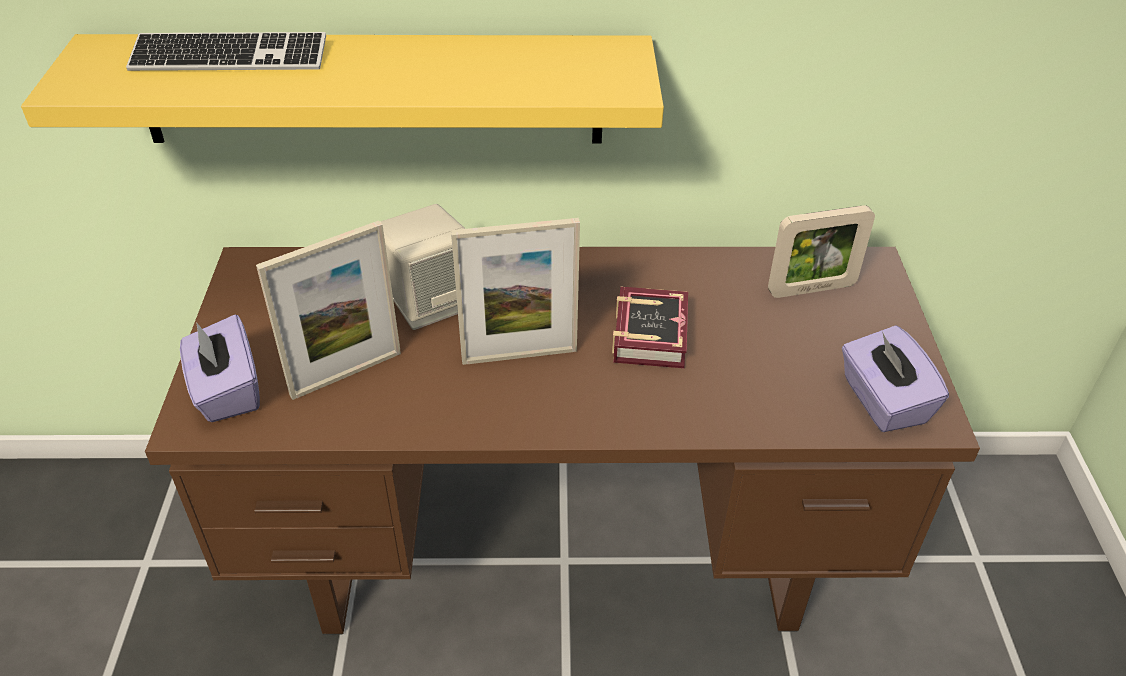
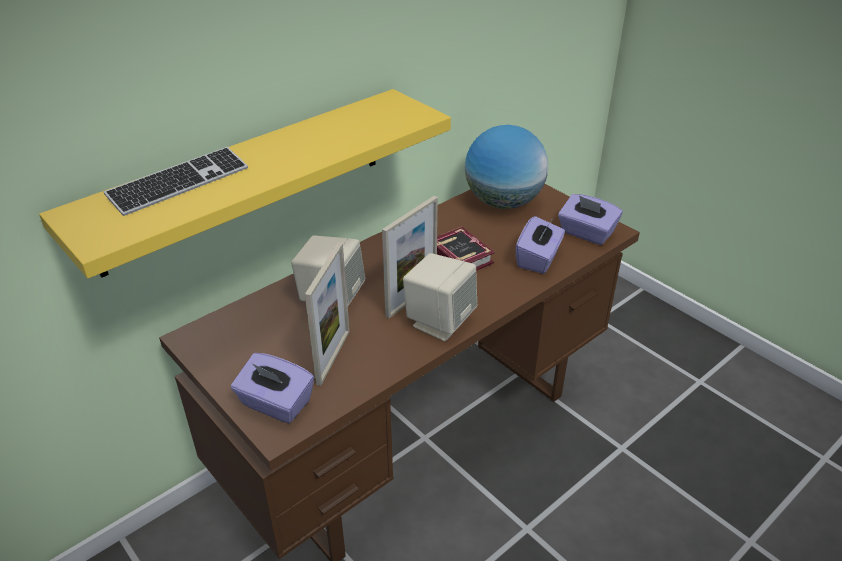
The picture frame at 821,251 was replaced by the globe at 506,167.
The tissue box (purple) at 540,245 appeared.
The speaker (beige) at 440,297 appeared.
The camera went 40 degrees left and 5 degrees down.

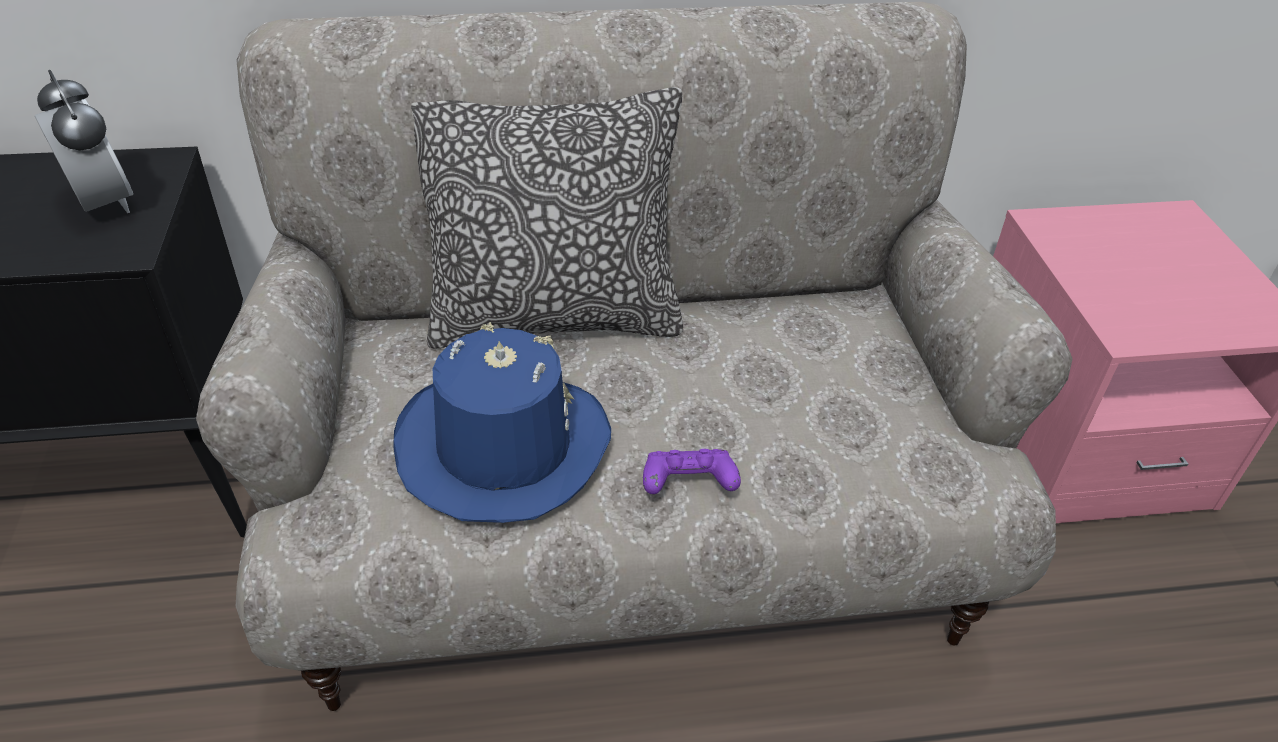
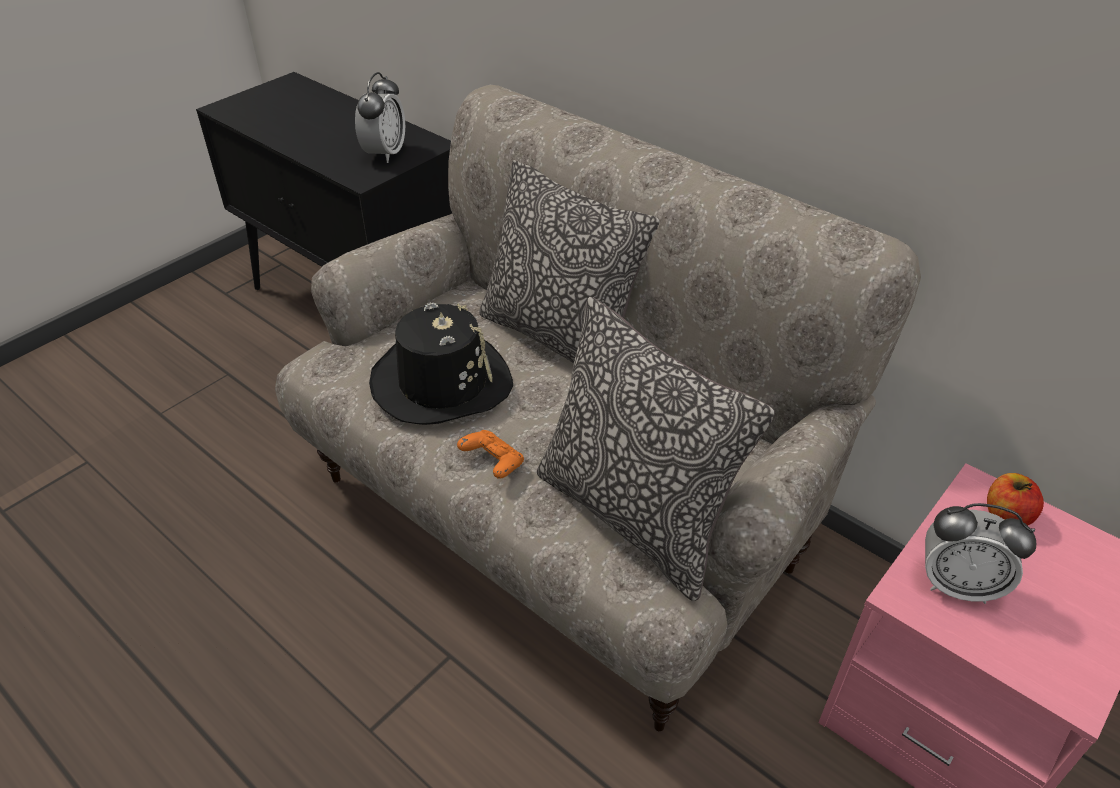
The hat (blue) at 502,422 became the hat (black) at 441,363.
The game controller (purple) at 692,471 became the game controller (orange) at 490,454.
The pillow at 656,449 appeared.
The apple at 1015,499 appeared.
The alarm clock at 980,553 appeared.
The camera went 50 degrees right and 0 degrees up.

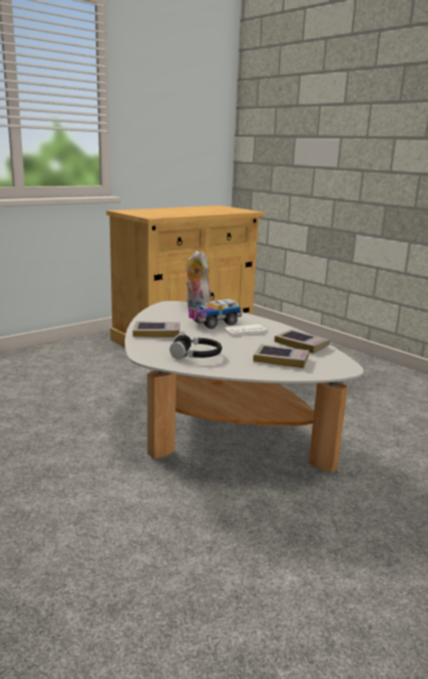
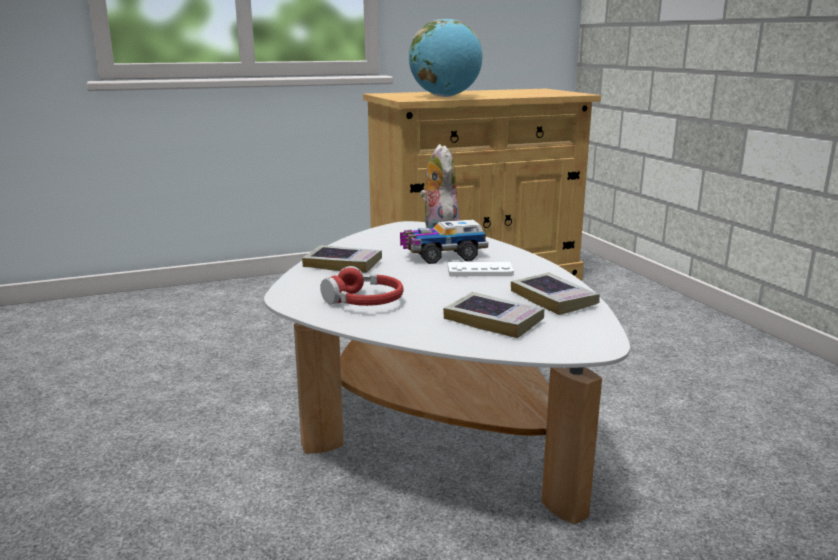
The headphones (black) at 196,346 became the headphones (red) at 361,286.
The globe at 445,58 appeared.
The camera went 20 degrees right and 0 degrees up.

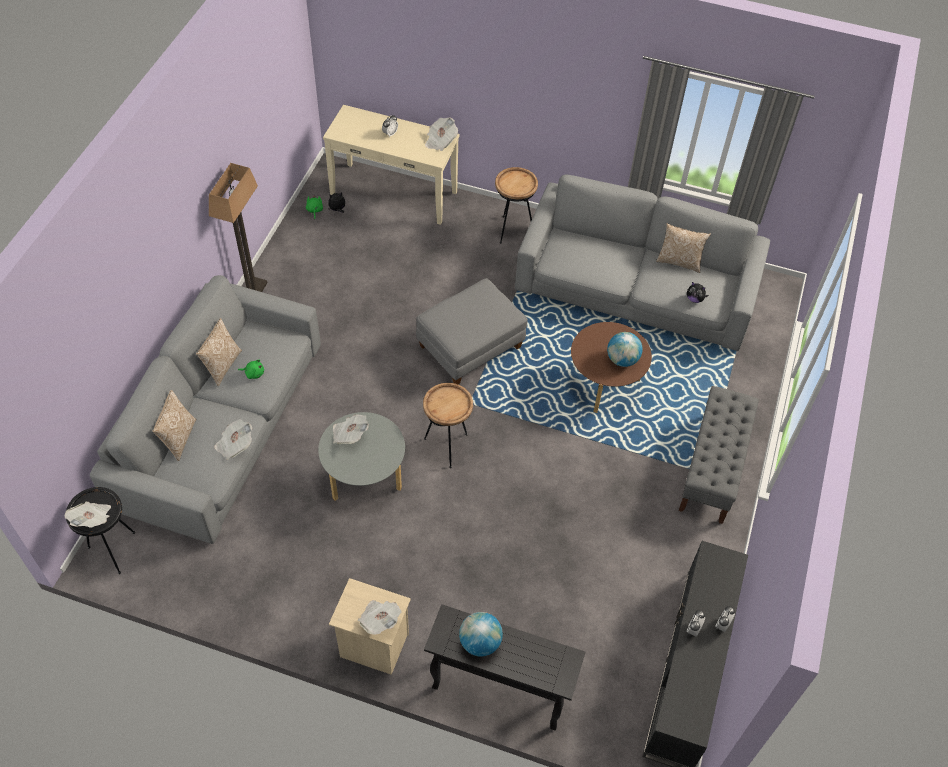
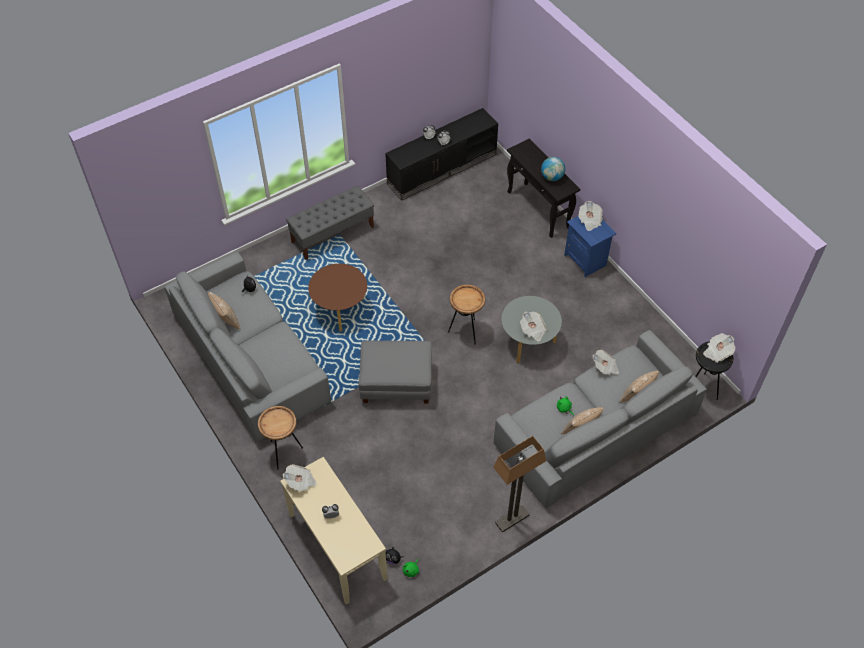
The globe at 625,349 disappeared.
The nightstand (beige) at 370,626 became the nightstand (blue) at 590,246.
The camera went 140 degrees left and 0 degrees up.

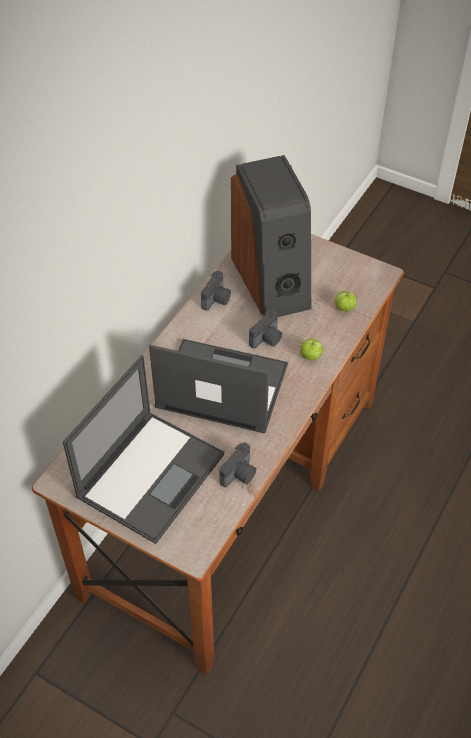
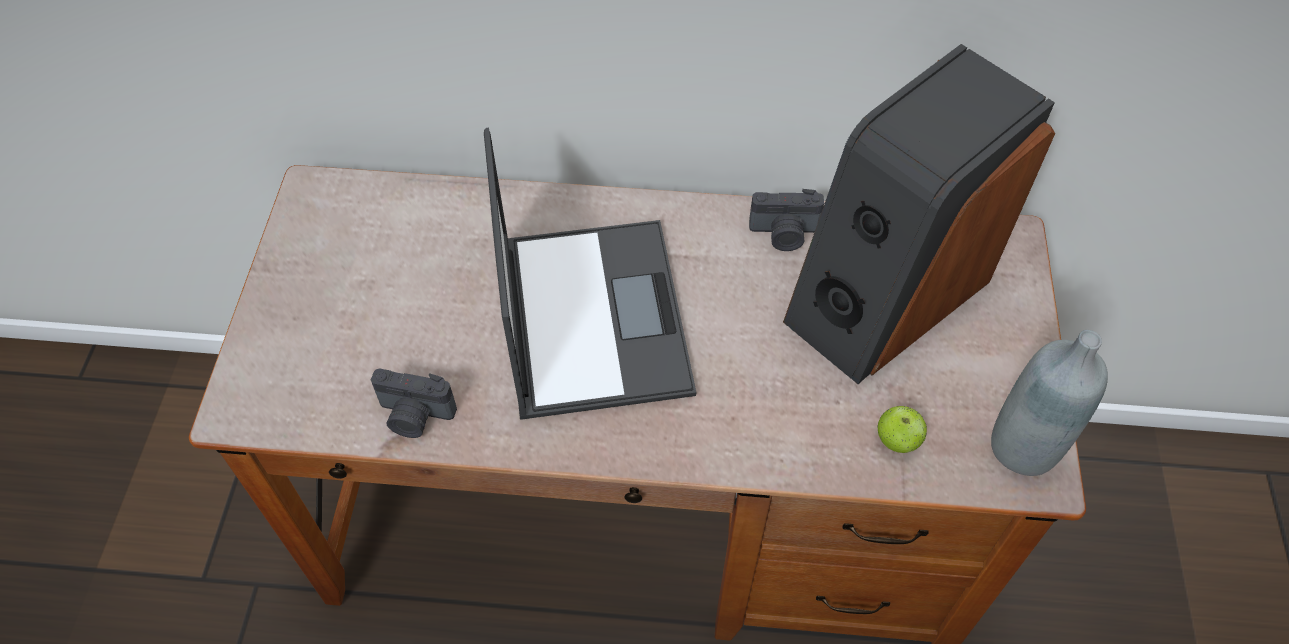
The photo camera at 265,329 disappeared.
The apple at 311,349 disappeared.
The laptop at 143,449 disappeared.
The bottle (grey) at 1049,403 appeared.
The camera went 65 degrees right and 5 degrees up.

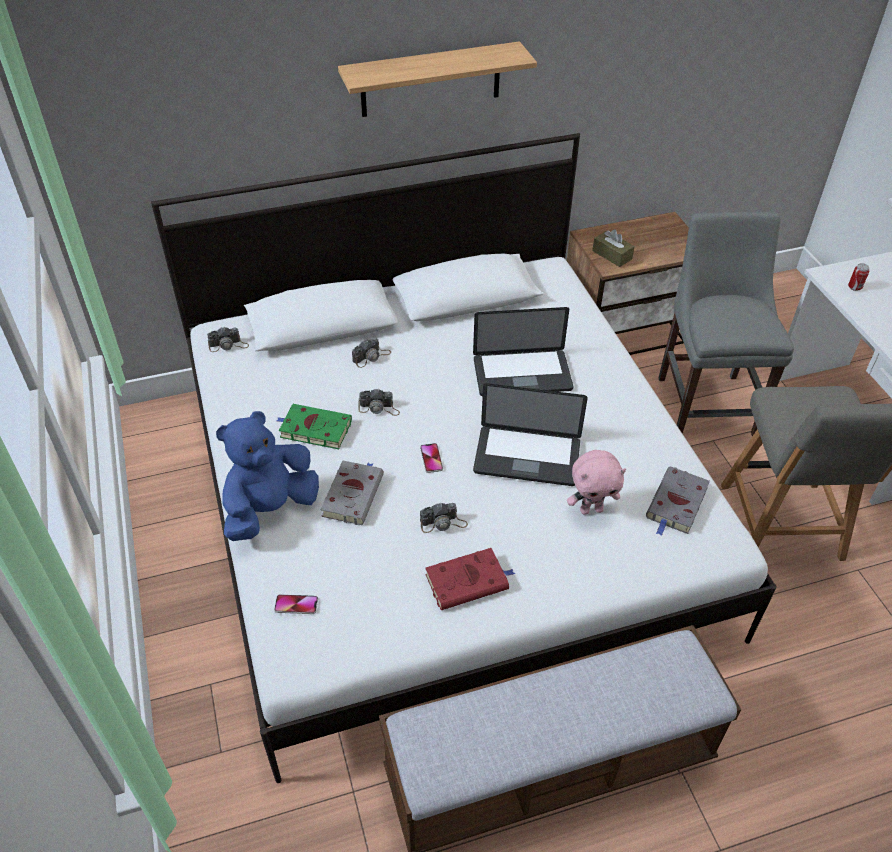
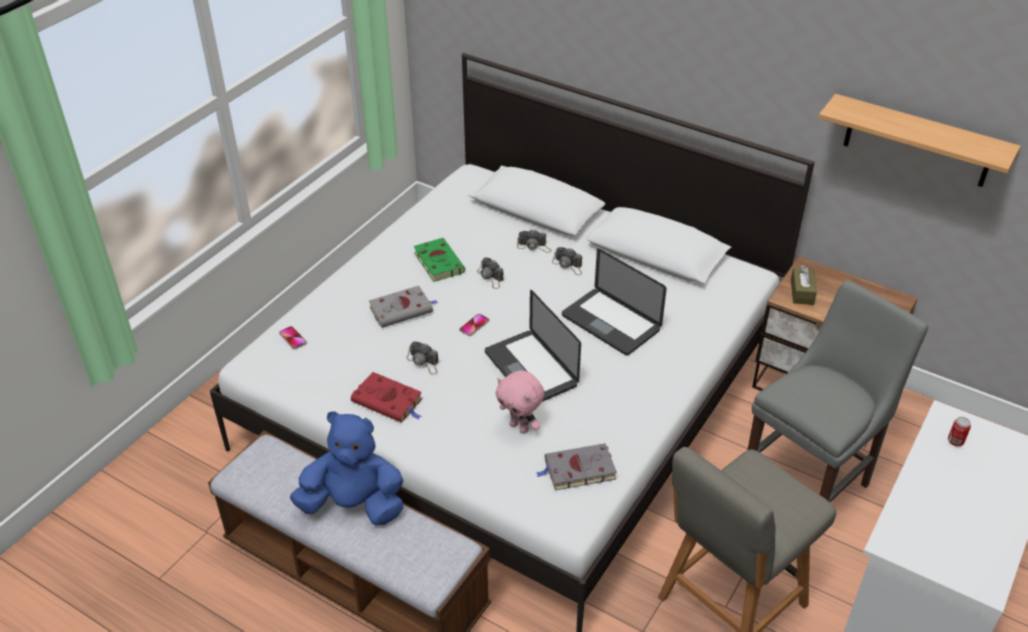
The shelf moved from 437,79 to 919,140.
The photo camera moved from 228,339 to 567,261.
The plush toy (blue) moved from 267,476 to 347,468.
The camera went 50 degrees right and 5 degrees down.

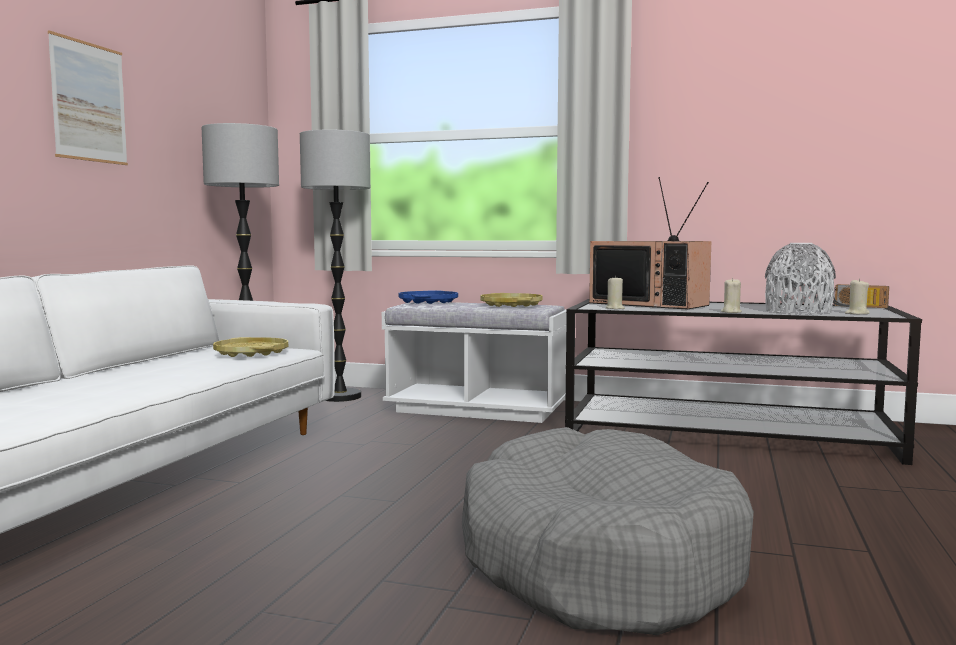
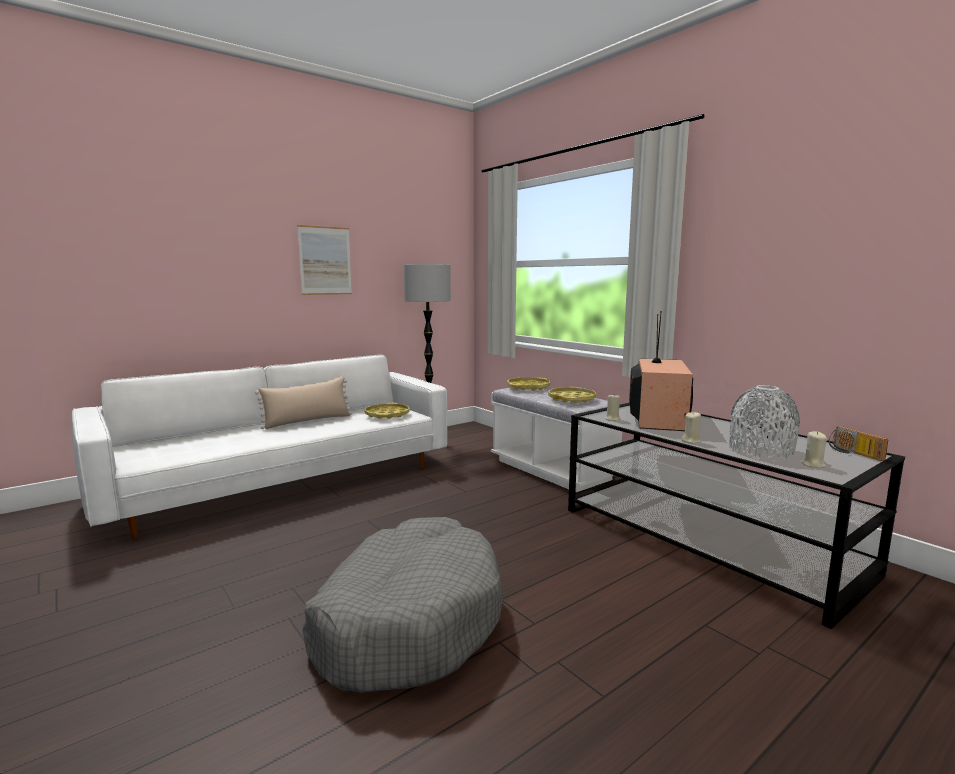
The floor lamp at 335,266 disappeared.
The television at 650,243 turned 150 degrees counterclockwise.
The tray (blue) at 428,297 became the tray (yellow) at 528,384.
The pillow (beige) at 303,402 appeared.
The camera went 35 degrees right and 5 degrees up.

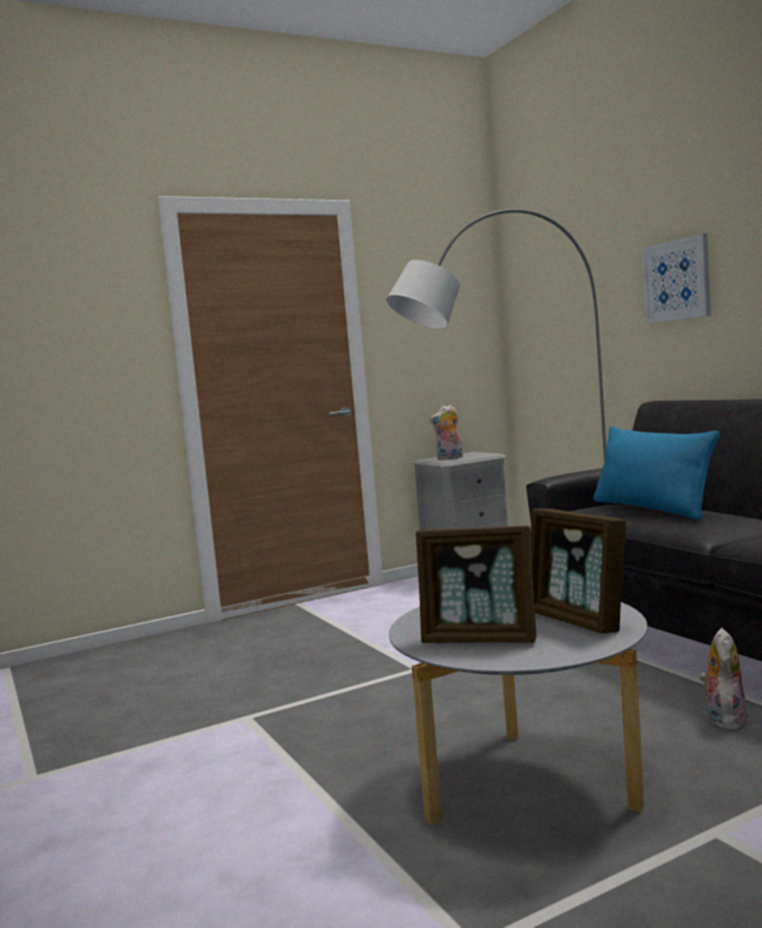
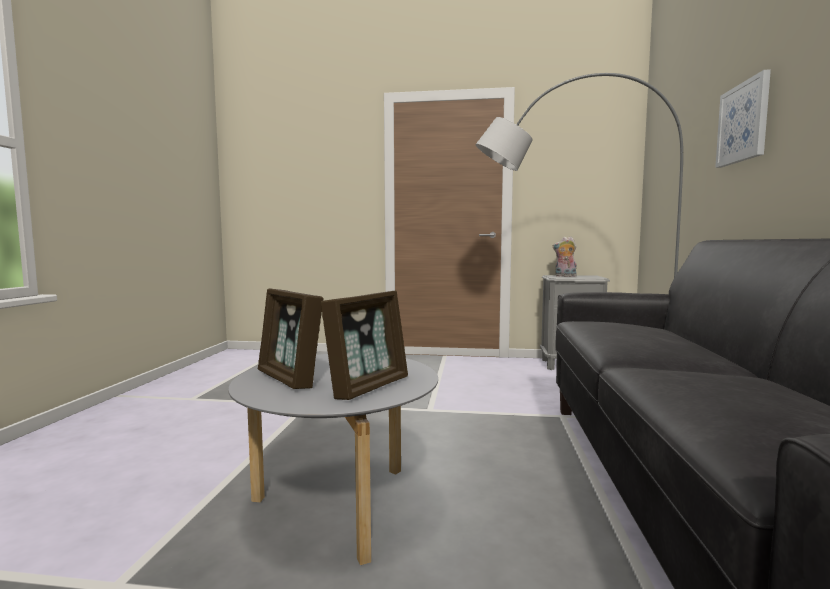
The pillow (blue) at 656,473 disappeared.
The picture frame at 578,570 turned 150 degrees counterclockwise.
The plush toy at 724,679 disappeared.
The camera went 35 degrees right and 0 degrees up.

